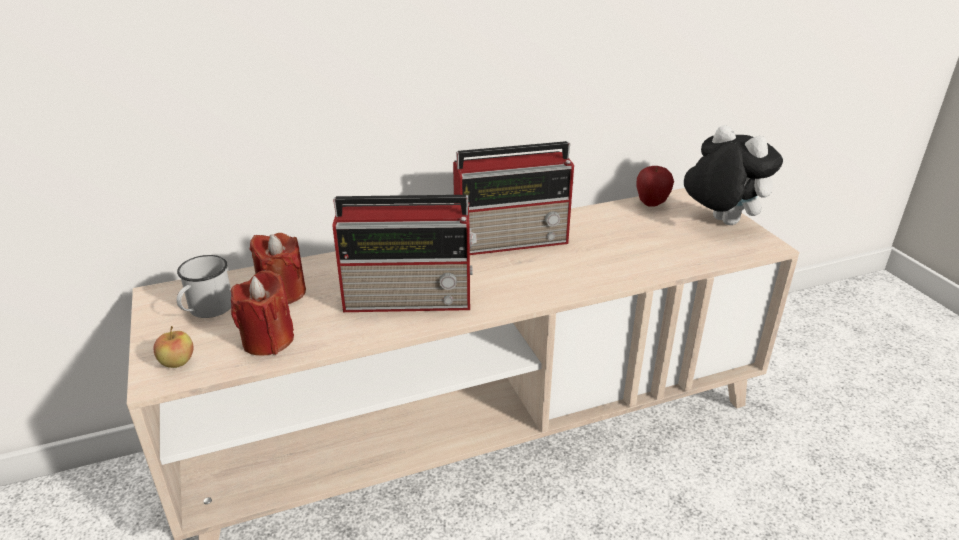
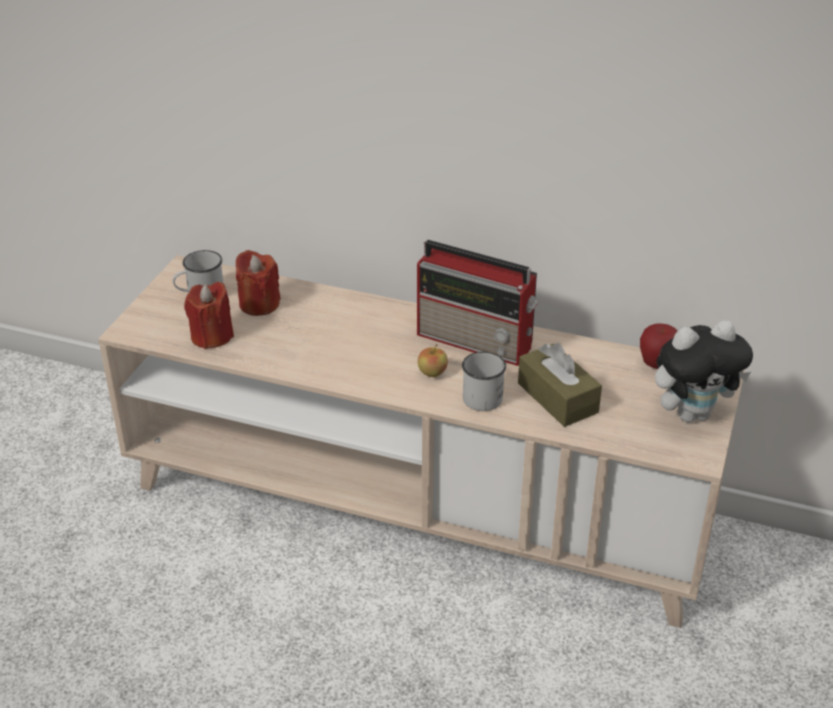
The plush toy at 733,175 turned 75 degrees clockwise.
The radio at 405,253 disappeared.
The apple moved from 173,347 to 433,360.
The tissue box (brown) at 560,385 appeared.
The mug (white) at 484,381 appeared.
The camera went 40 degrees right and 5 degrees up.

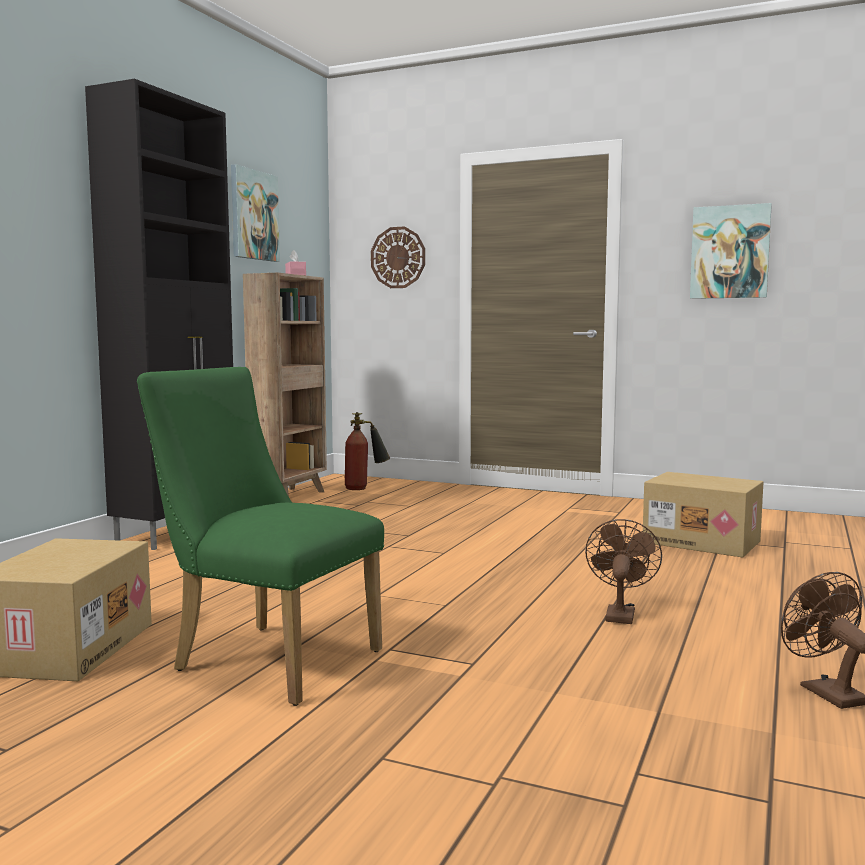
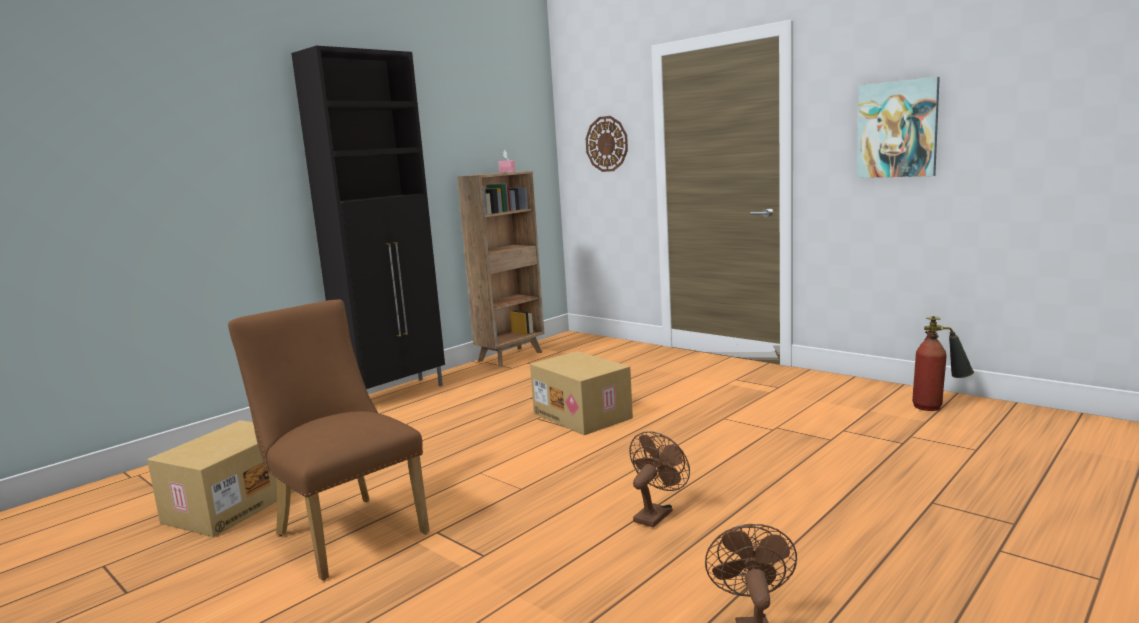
The picture at 255,213 disappeared.
The chair (green) at 260,536 became the chair (brown) at 329,440.
The fire extinguisher moved from 367,451 to 943,363.
The cardboard box moved from 703,515 to 581,393.
The camera went 20 degrees right and 5 degrees up.

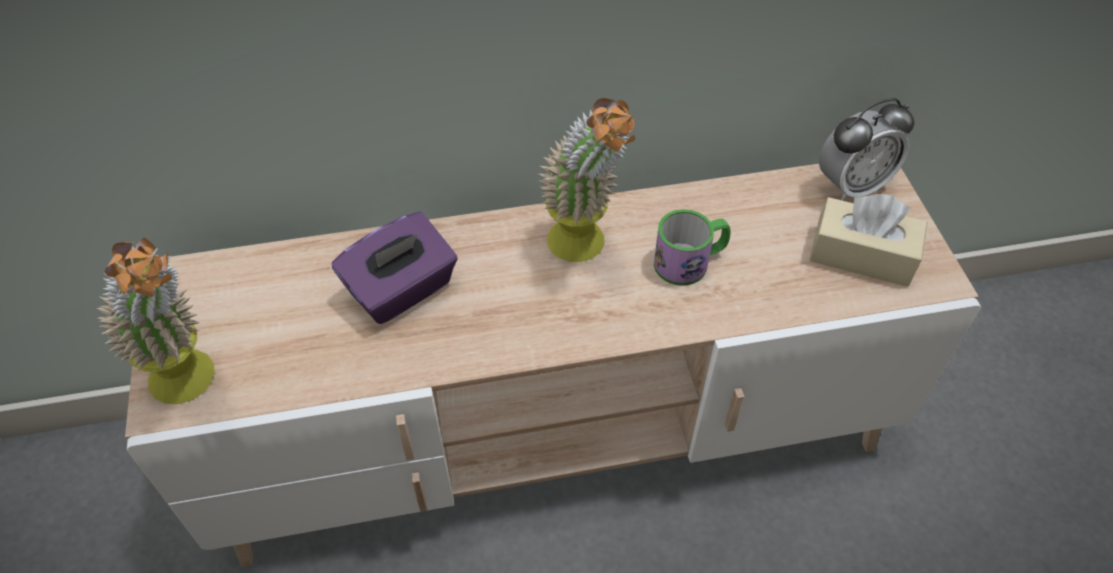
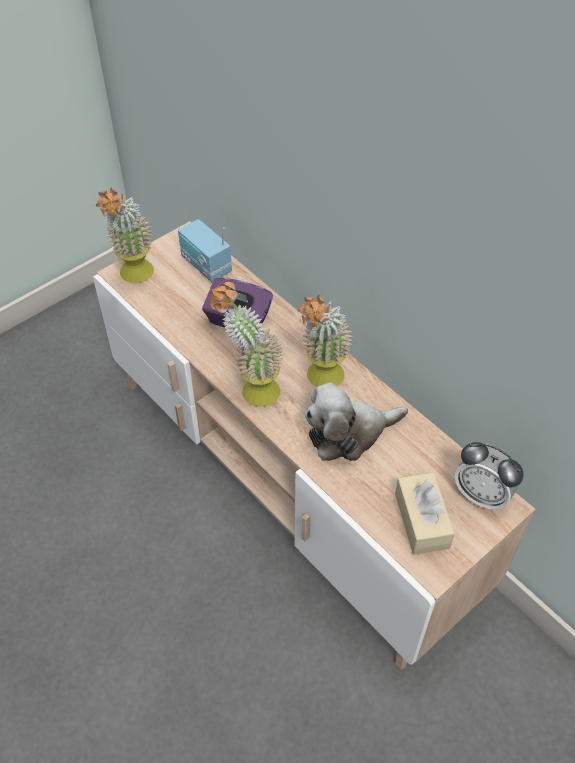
The mug at 692,247 was replaced by the plush toy at 356,422.
The radio at 205,250 appeared.
The potted plant at 246,344 appeared.
The camera went 60 degrees right and 0 degrees up.

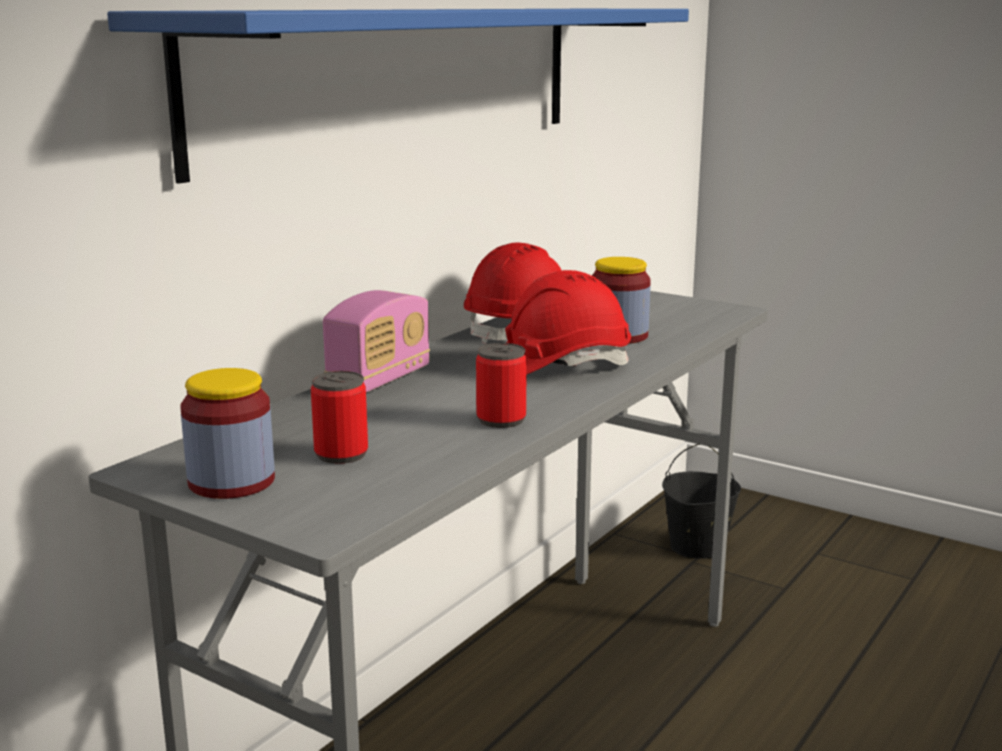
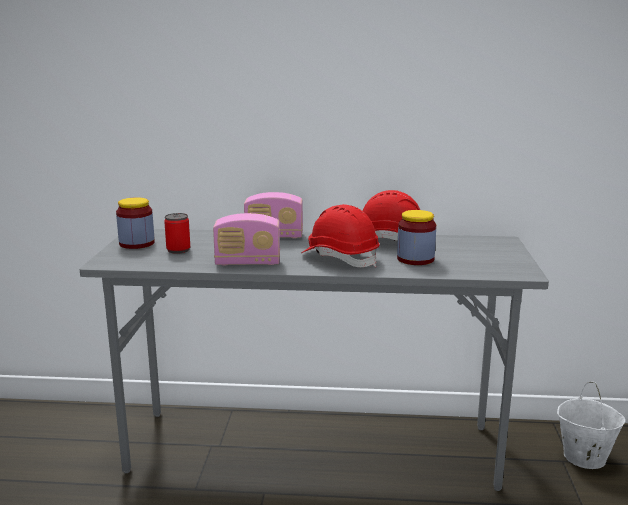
The shelf (blue) at 398,96 disappeared.
The can at 501,385 was replaced by the radio at 246,239.
The bucket (black) at 701,501 became the bucket (white) at 591,425.
The camera went 60 degrees right and 0 degrees up.

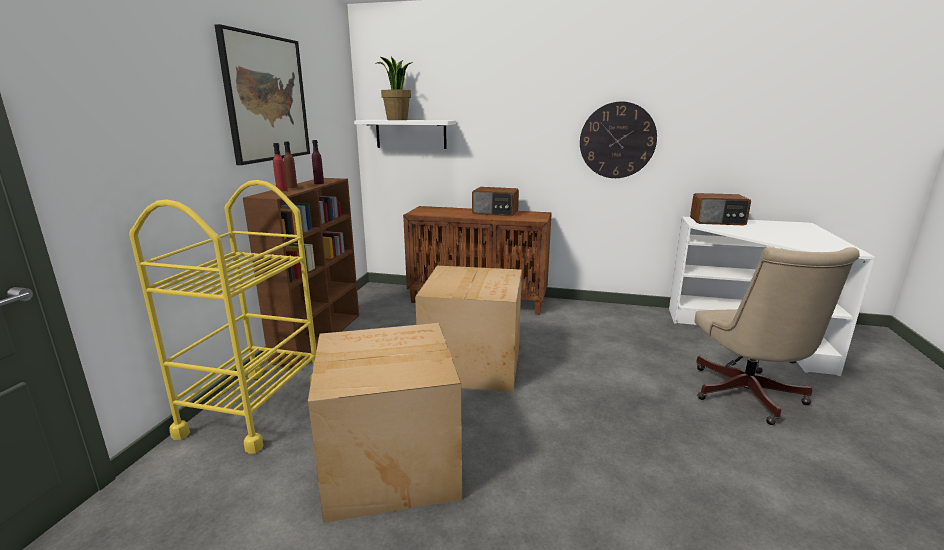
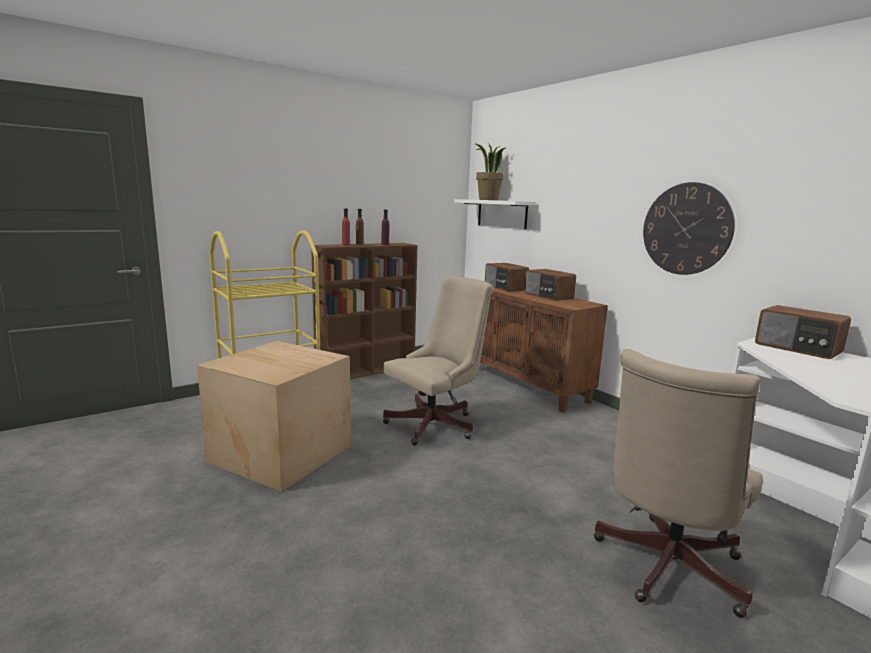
The picture at 262,94 disappeared.
The cardboard box at 468,329 was replaced by the office chair (beige) at 438,360.
The radio at 507,277 appeared.
The camera went 40 degrees right and 5 degrees down.

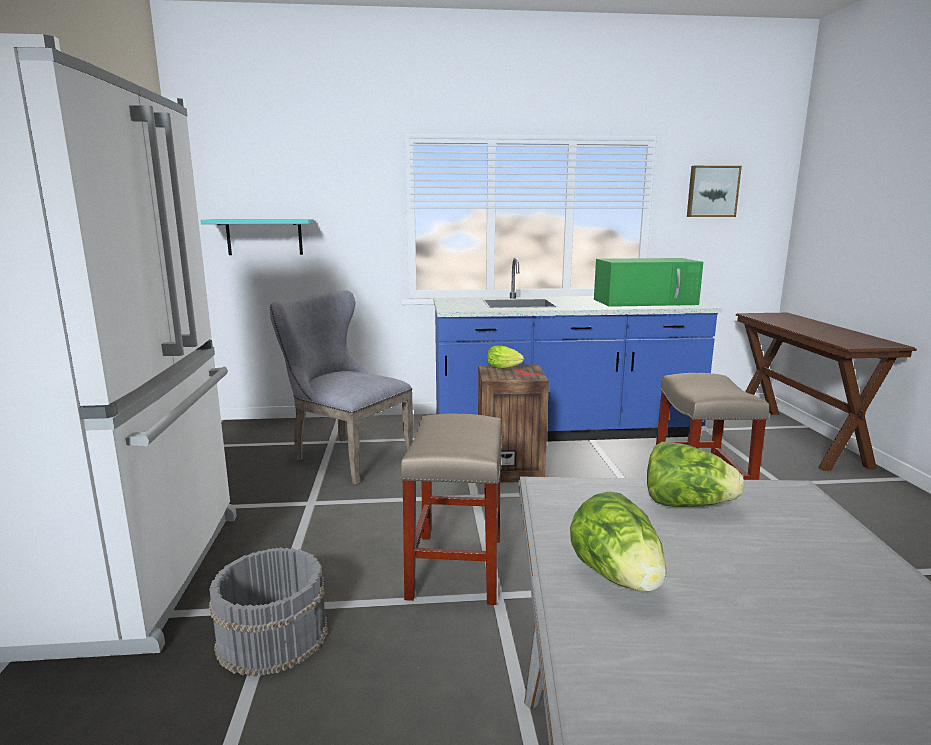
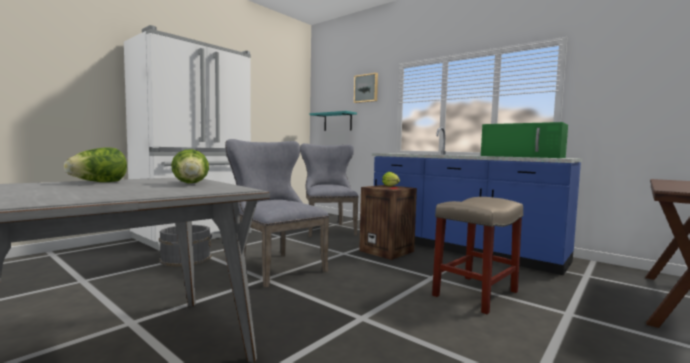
The picture moved from 714,191 to 366,88.
The stool (beige) at 451,509 was replaced by the chair (grey) at 277,213.
The camera went 45 degrees right and 10 degrees down.

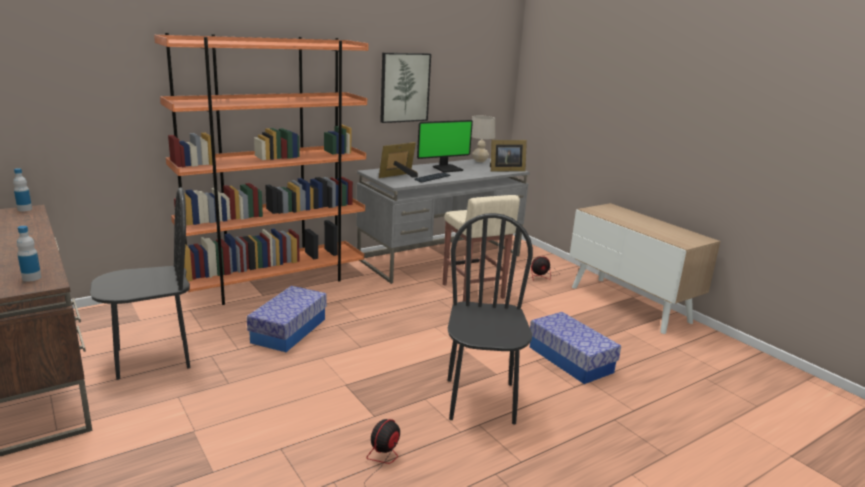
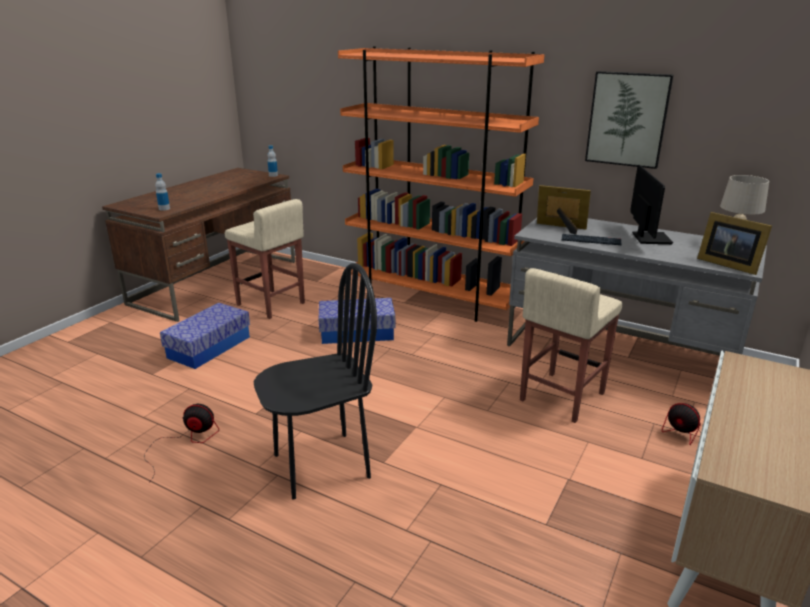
The monitor at 445,146 turned 120 degrees counterclockwise.
The chair (black) at 140,283 was replaced by the stool (beige) at 265,259.
The storage box moved from 575,348 to 205,336.
The camera went 65 degrees right and 5 degrees up.

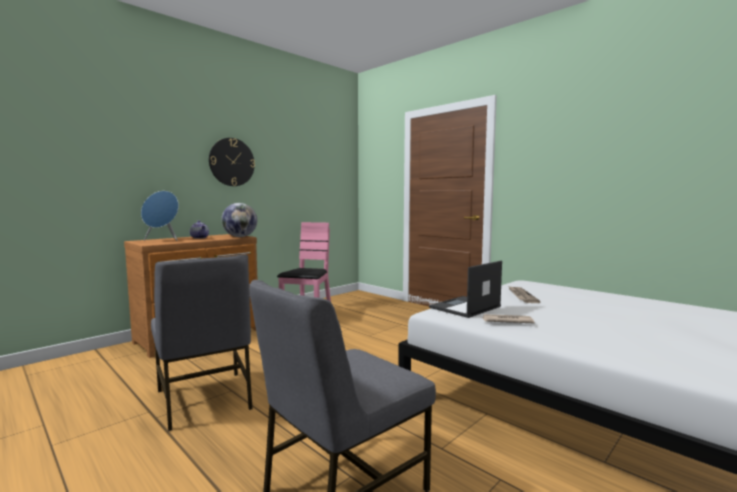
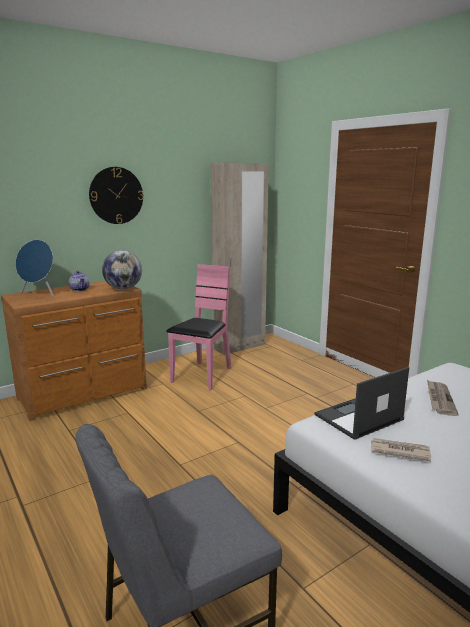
The chair (grey) at 202,343 disappeared.
The wardrobe (beige) at 240,259 appeared.
The camera went 10 degrees right and 10 degrees up.

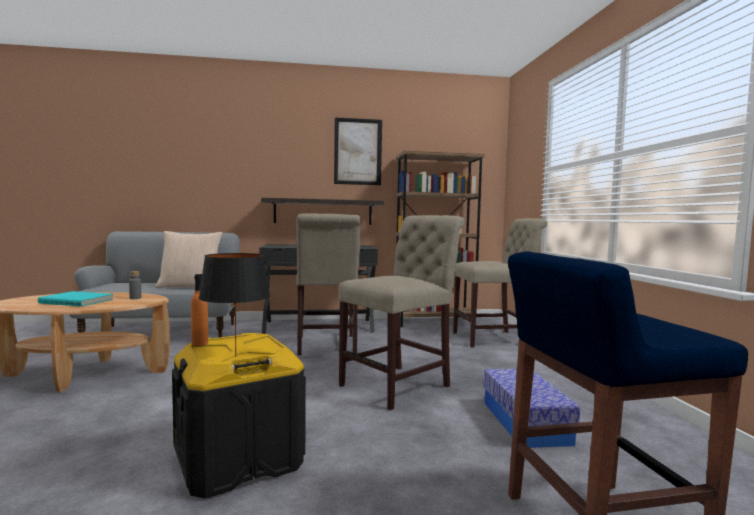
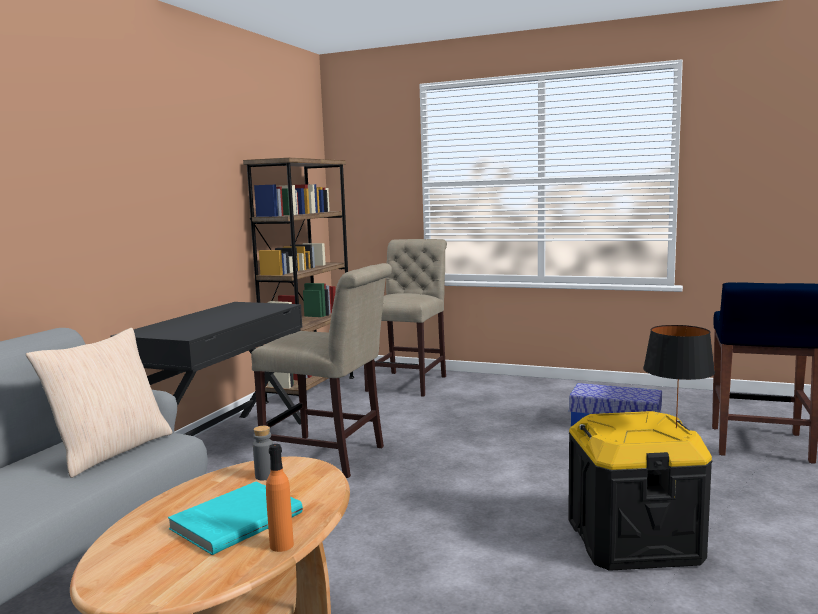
The picture at 358,151 disappeared.
The shelf at 322,211 disappeared.
The chair (beige) at 401,312 disappeared.
The bottle (orange) moved from 199,310 to 280,498.
The camera went 60 degrees left and 5 degrees up.

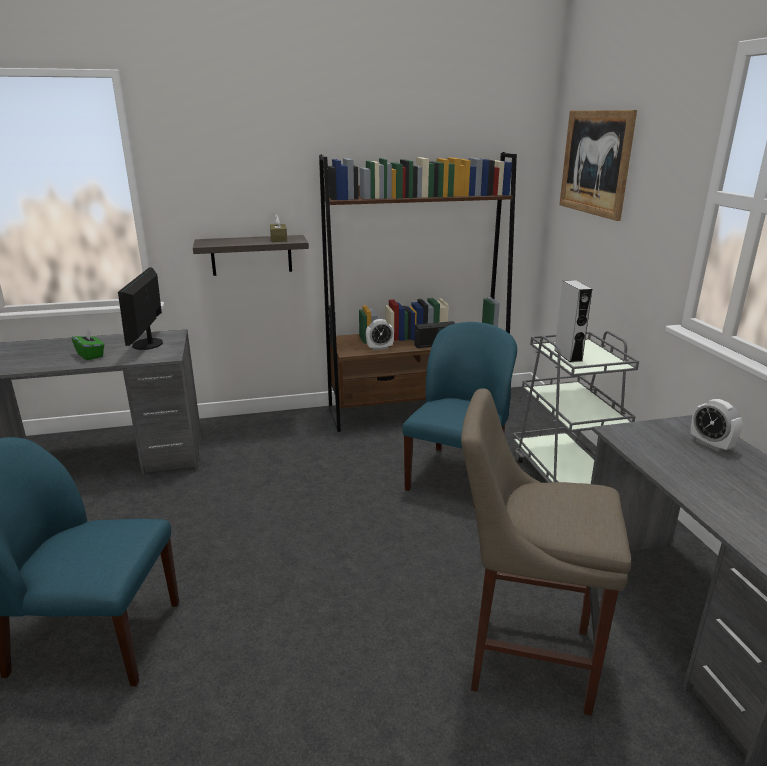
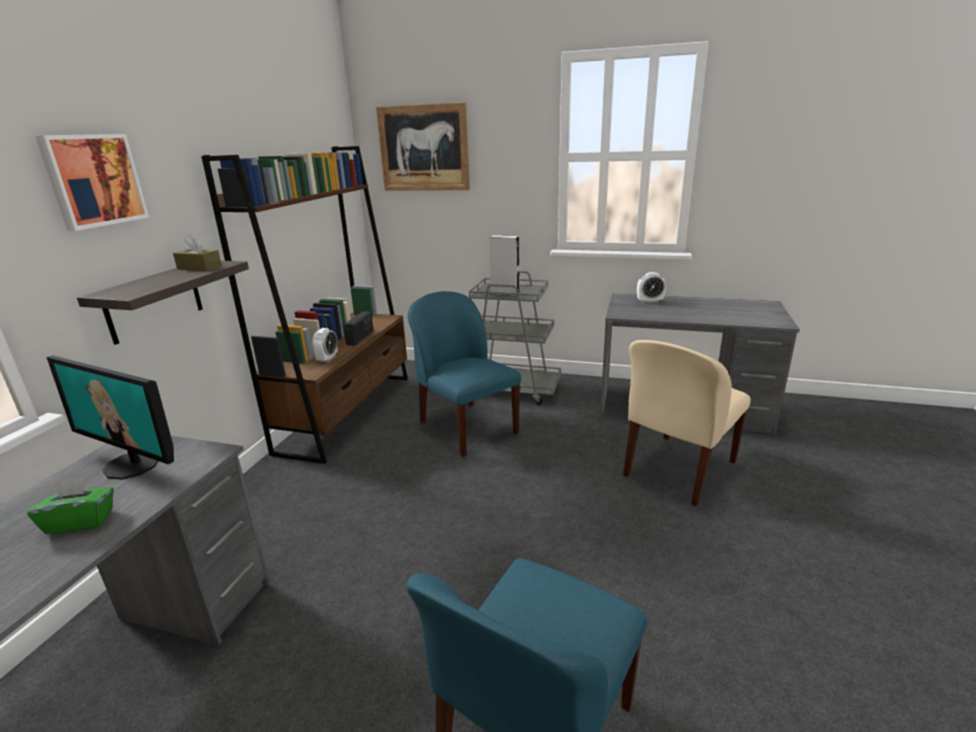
The stool (beige) at 546,552 was replaced by the chair (beige) at 687,423.
The picture at 92,182 appeared.
The camera went 60 degrees left and 0 degrees up.

